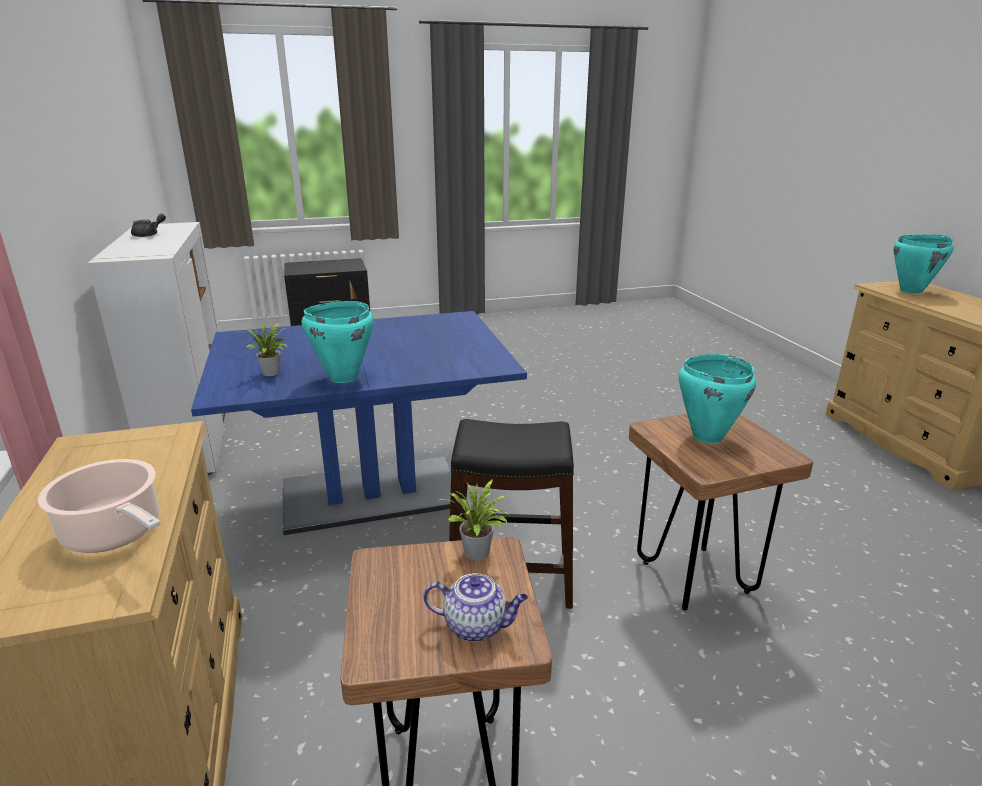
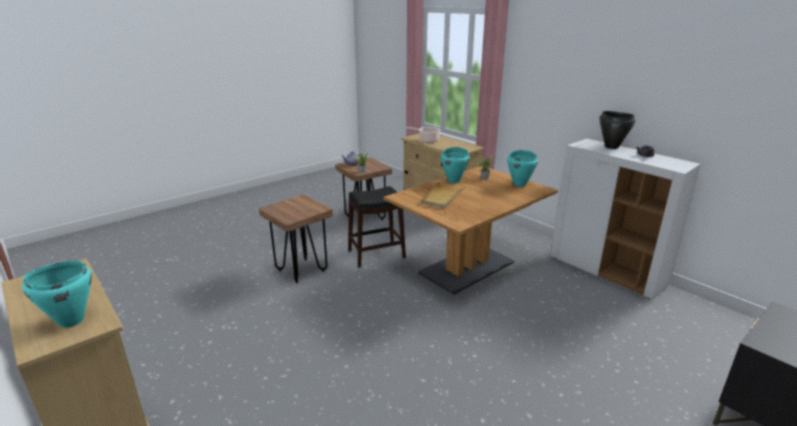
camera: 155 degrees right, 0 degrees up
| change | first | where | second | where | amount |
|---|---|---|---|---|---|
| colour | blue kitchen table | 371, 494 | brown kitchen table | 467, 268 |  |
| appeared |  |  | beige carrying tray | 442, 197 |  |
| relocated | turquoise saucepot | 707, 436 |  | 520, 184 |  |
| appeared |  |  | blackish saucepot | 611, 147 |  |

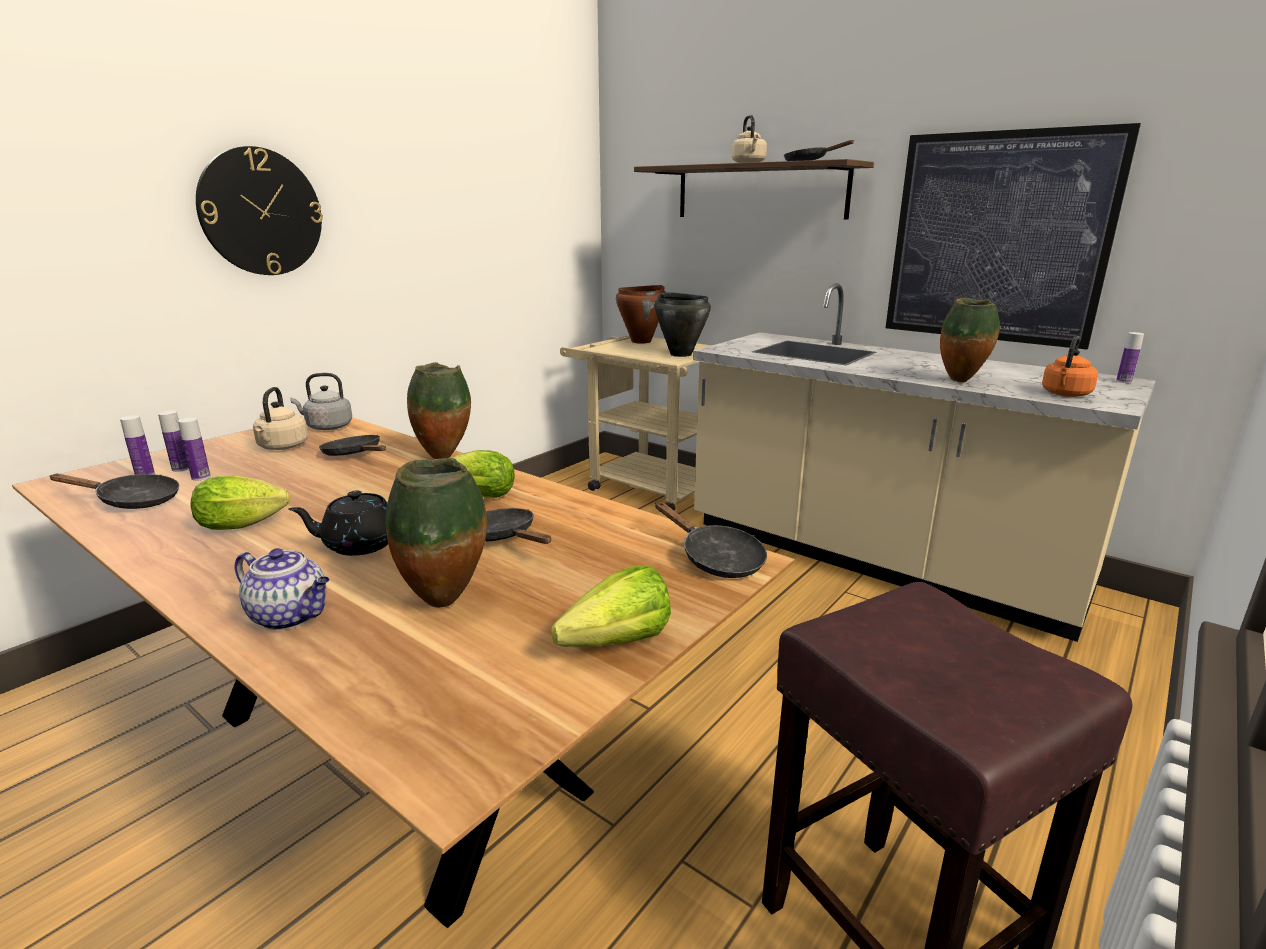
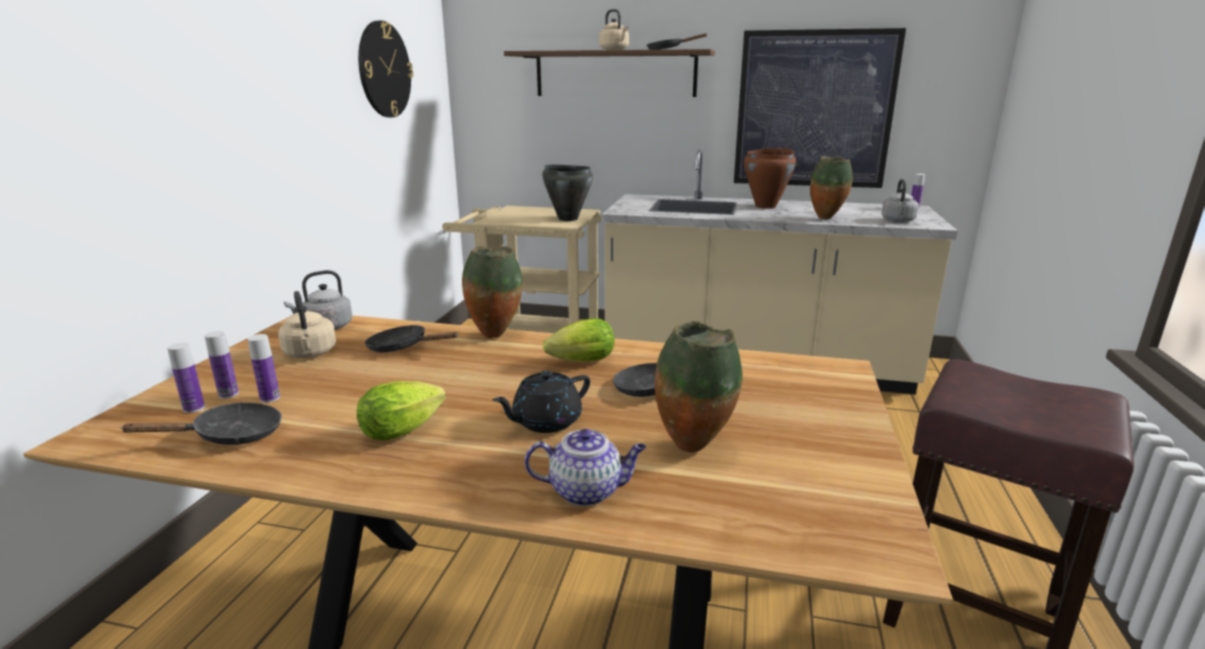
camera: 25 degrees left, 0 degrees up
| change | first | where | second | where | amount |
|---|---|---|---|---|---|
| relocated | hanging clock | 261, 212 |  | 384, 70 |  |
| relocated | brown saucepot | 641, 341 |  | 766, 206 |  |
| colour | orangey water kettle | 1065, 394 | gray water kettle | 898, 221 |  |
| missing | lettuce | 607, 646 |  |  |  |
| missing | blackish skillet | 716, 559 |  |  |  |

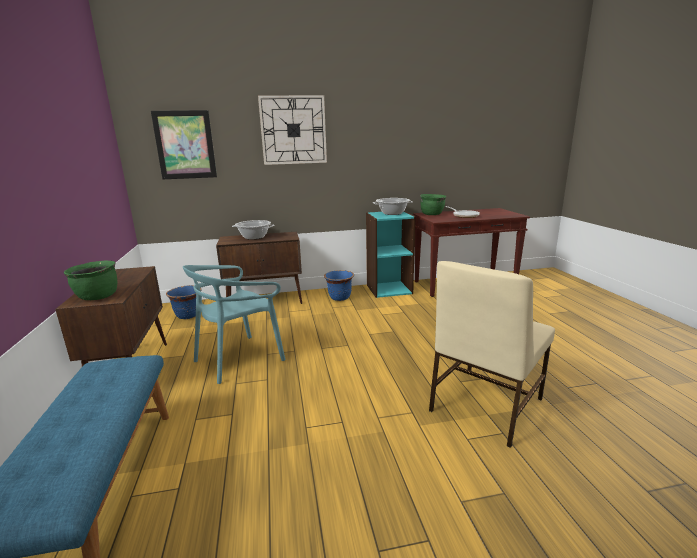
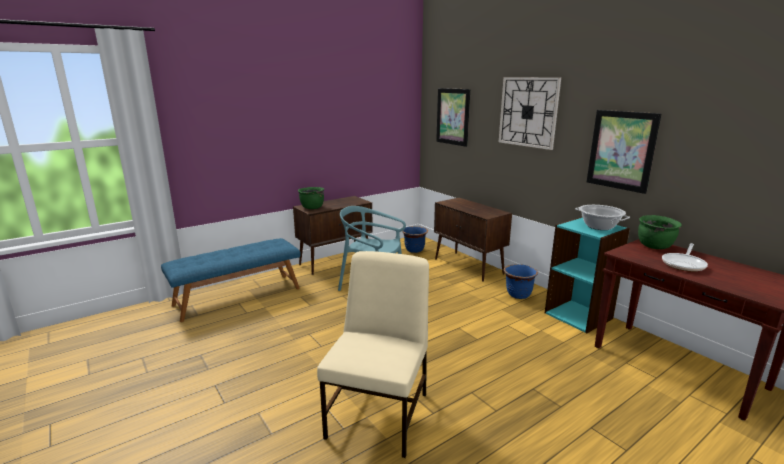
camera: 65 degrees right, 0 degrees up
| change | first | where | second | where | amount |
|---|---|---|---|---|---|
| spun | beige plain chair | 484, 405 |  | 379, 413 | 90 degrees clockwise |
| appeared |  |  | wall art | 621, 150 |  |
| missing | saucepot | 254, 237 |  |  |  |

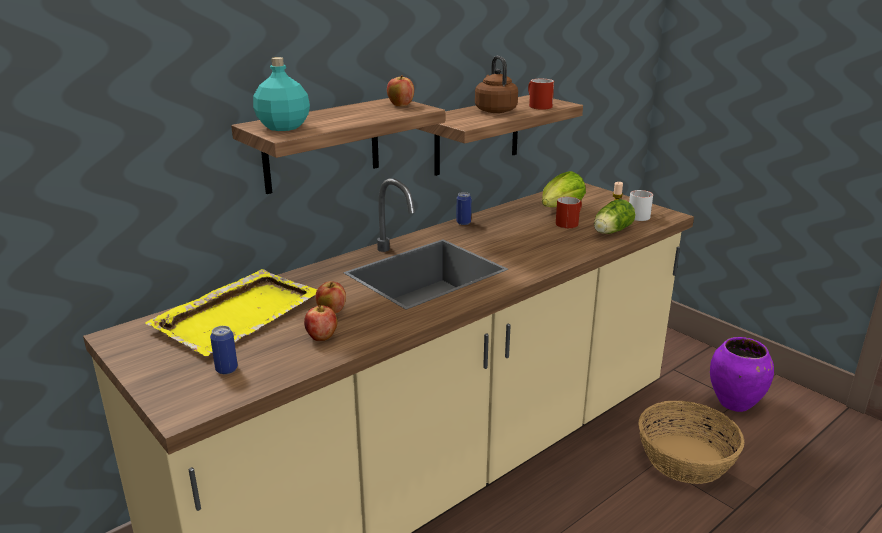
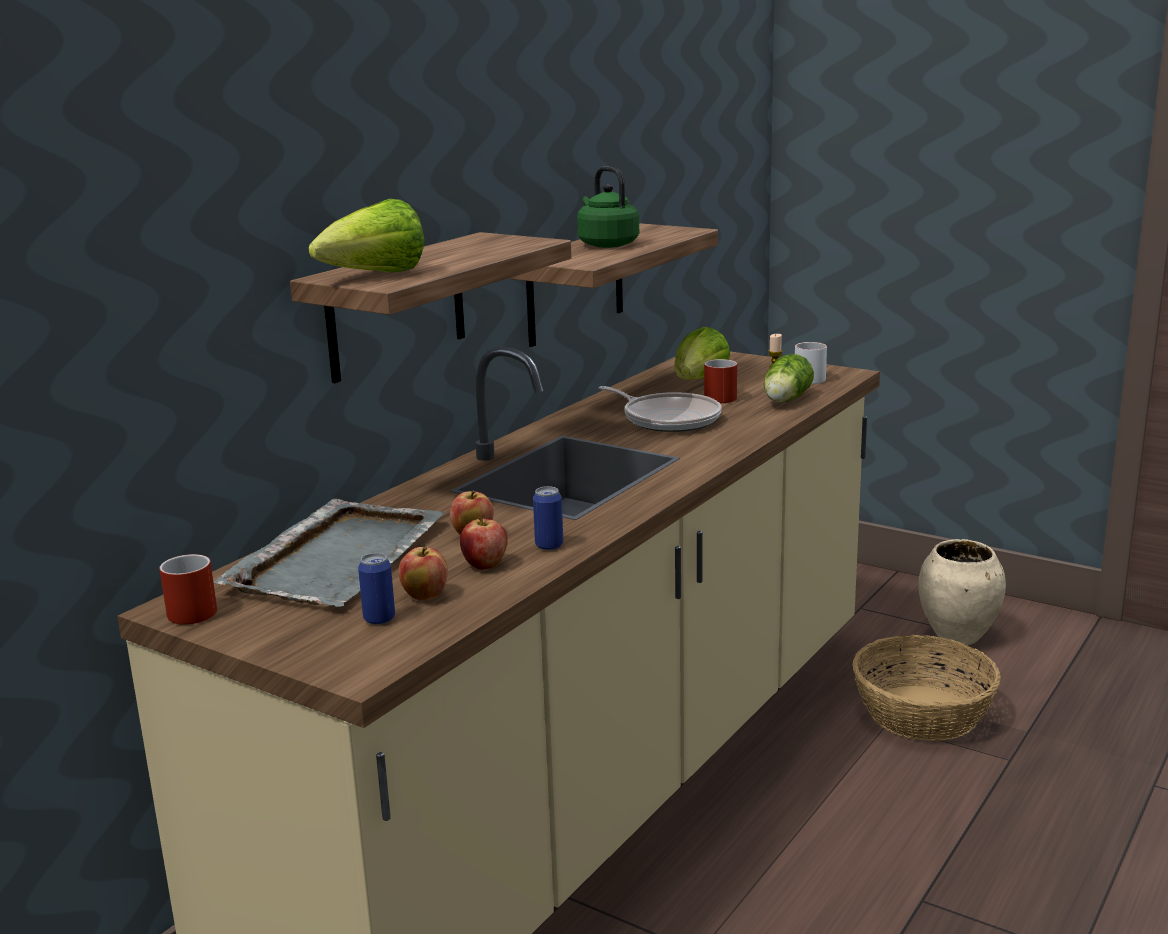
camera: 15 degrees left, 5 degrees down
| change | first | where | second | where | amount |
|---|---|---|---|---|---|
| relocated | red-coloured tea mug | 537, 106 |  | 185, 611 |  |
| colour | yellow-coloured carrying tray | 239, 314 | gray carrying tray | 339, 557 |  |
| exchanged | turquoise beverage bottle | 284, 127 | lettuce | 375, 276 |  |
| relocated | whole apple | 400, 105 |  | 425, 596 |  |
| relocated | metal can | 463, 222 |  | 549, 545 |  |
| colour | brown water kettle | 495, 110 | green-coloured water kettle | 606, 244 |  |
| appeared |  |  | skillet | 668, 419 |  |
| colour | purple vase | 735, 403 | beige vase | 958, 636 |  |

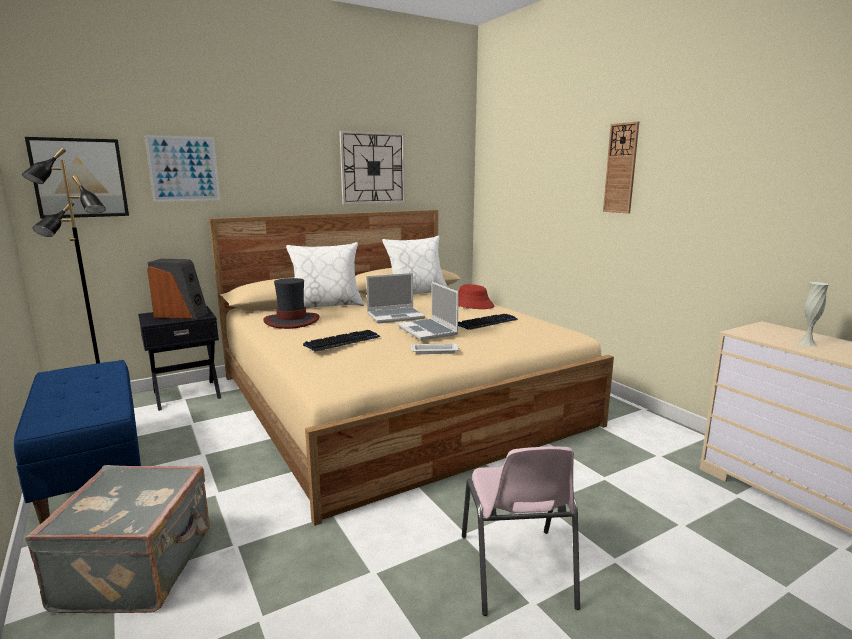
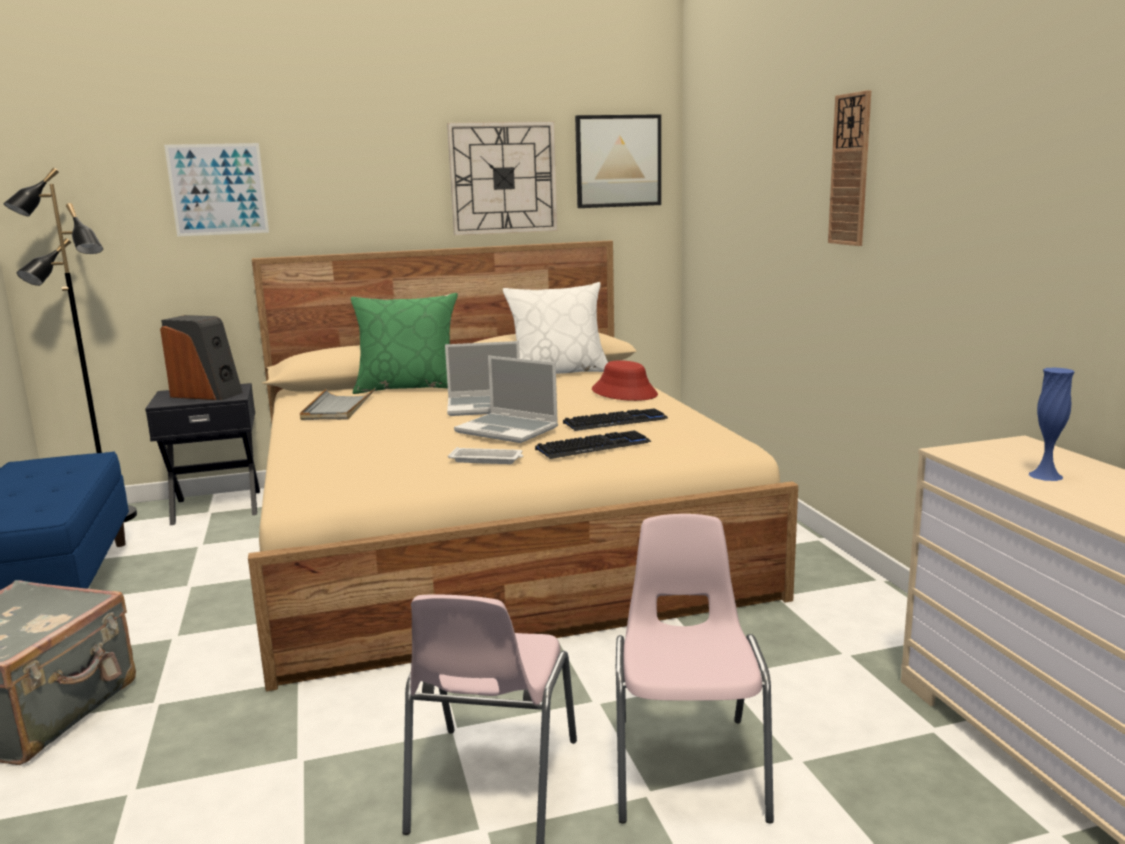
camera: 15 degrees right, 0 degrees up
| change | first | where | second | where | amount |
|---|---|---|---|---|---|
| exchanged | clothing hat | 292, 321 | gray carrying tray | 338, 408 |  |
| colour | white-coloured throw pillow | 327, 305 | green-coloured throw pillow | 409, 388 |  |
| spun | portable computer | 428, 331 |  | 508, 430 | 45 degrees counterclockwise |
| relocated | keyboard | 342, 342 |  | 593, 447 |  |
| relocated | wall art | 79, 178 |  | 618, 161 |  |
| appeared |  |  | pink-coloured plain chair | 688, 766 |  |
| colour | white-coloured vase | 806, 344 | blue vase | 1045, 475 |  |

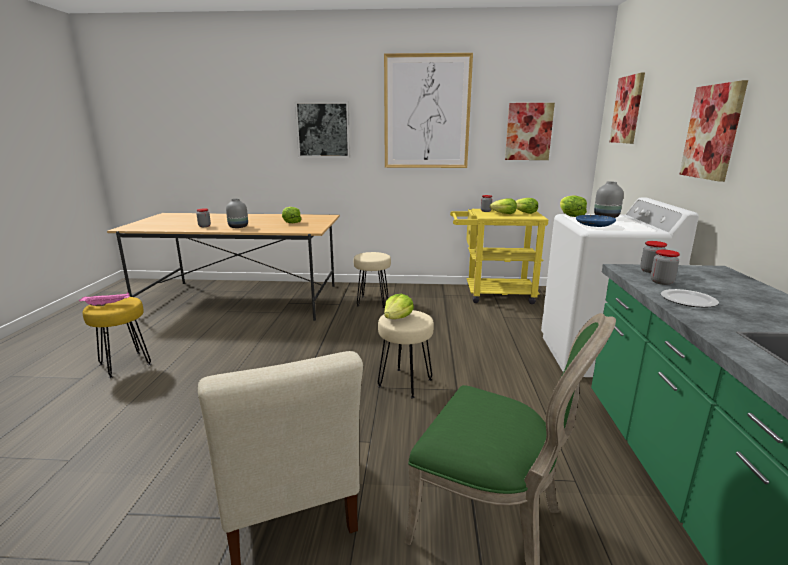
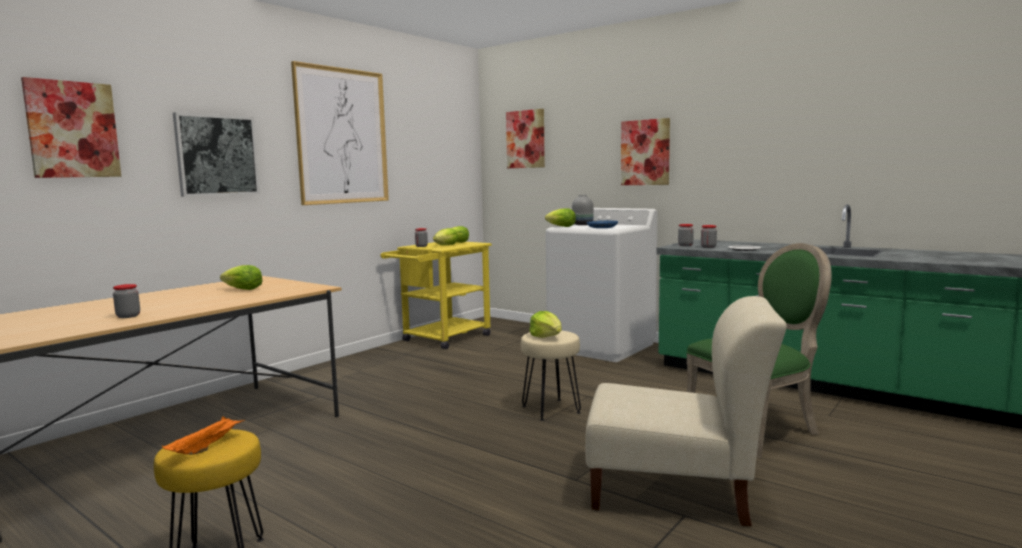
camera: 55 degrees left, 10 degrees down
| change | first | where | second | where | amount |
|---|---|---|---|---|---|
| relocated | wall art | 528, 132 |  | 73, 129 |  |
| colour | pink-coloured carrying tray | 107, 304 | orangey carrying tray | 206, 447 |  |
| missing | gray vase | 239, 227 |  |  |  |
| missing | beige stool | 373, 302 |  |  |  |

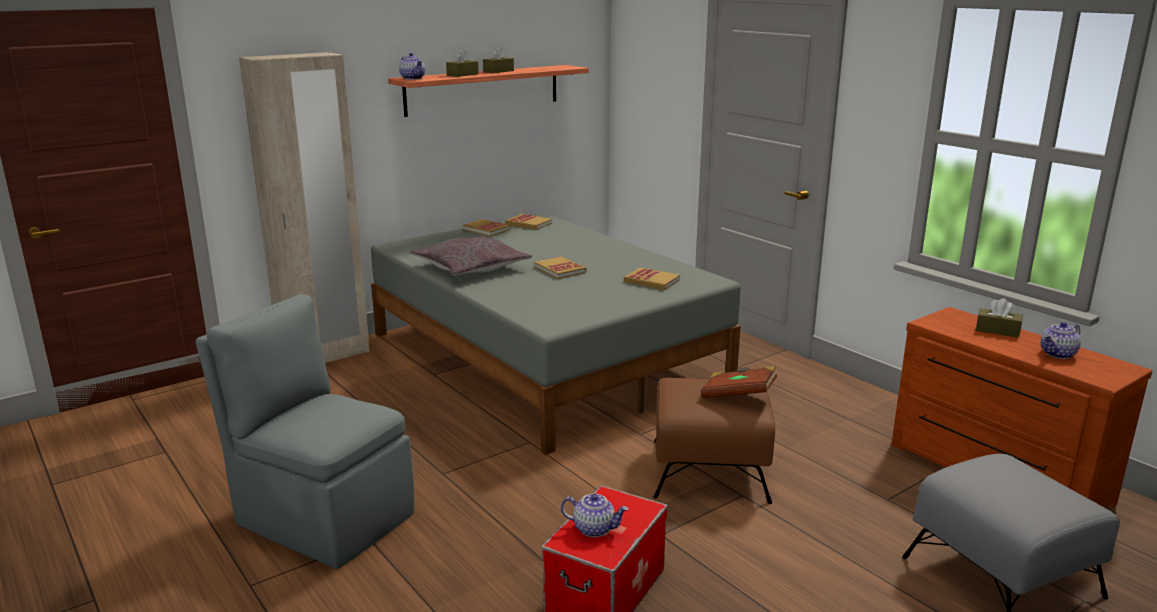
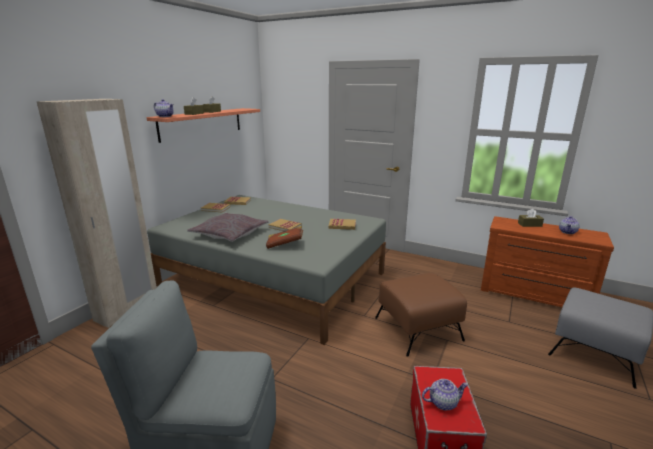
camera: 25 degrees left, 0 degrees up
| change | first | where | second | where | amount |
|---|---|---|---|---|---|
| relocated | brown volume | 738, 395 |  | 285, 244 |  |

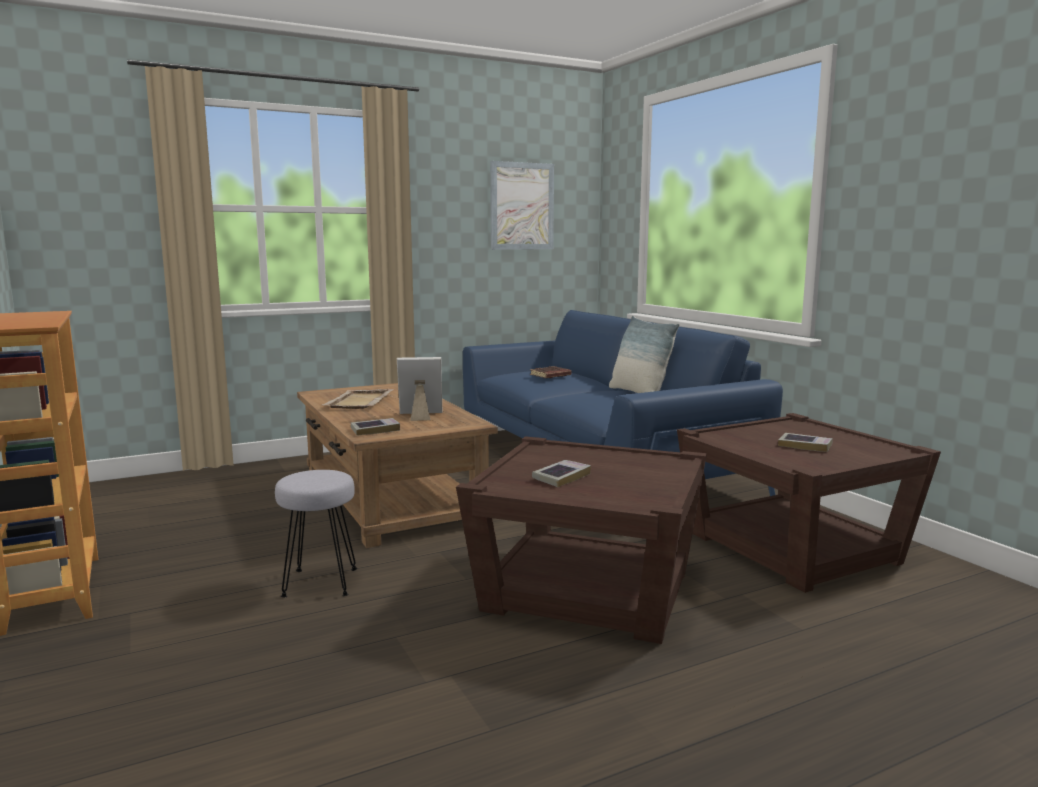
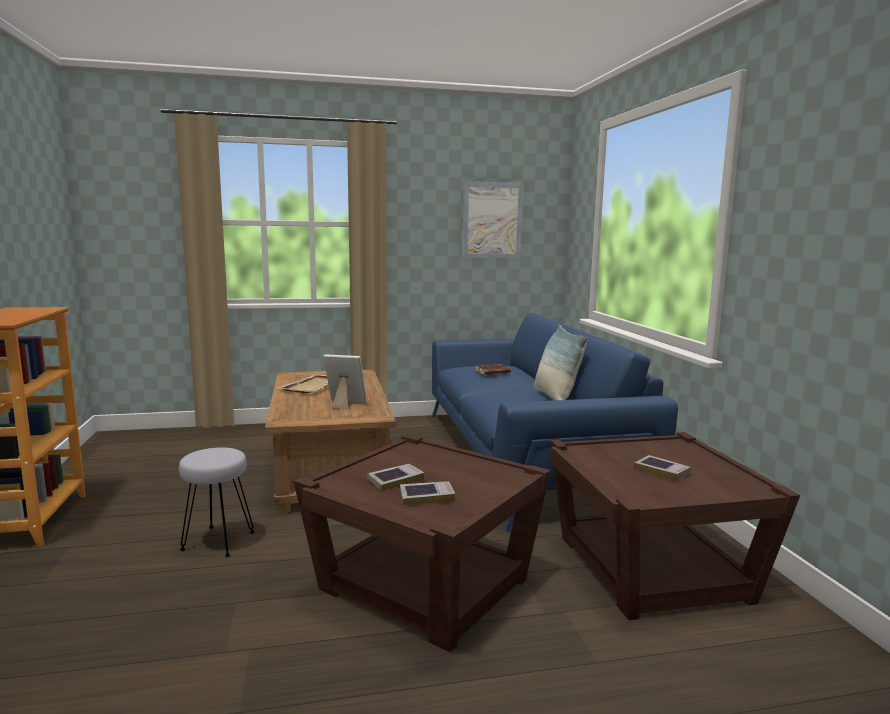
camera: 15 degrees right, 0 degrees up
| change | first | where | second | where | amount |
|---|---|---|---|---|---|
| relocated | volume | 375, 430 |  | 426, 497 |  |

